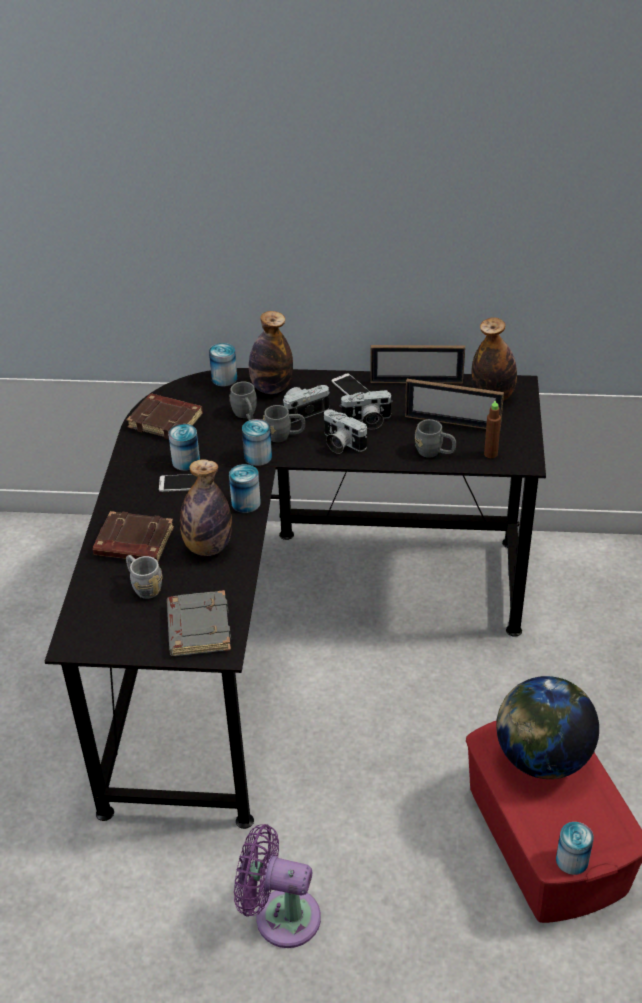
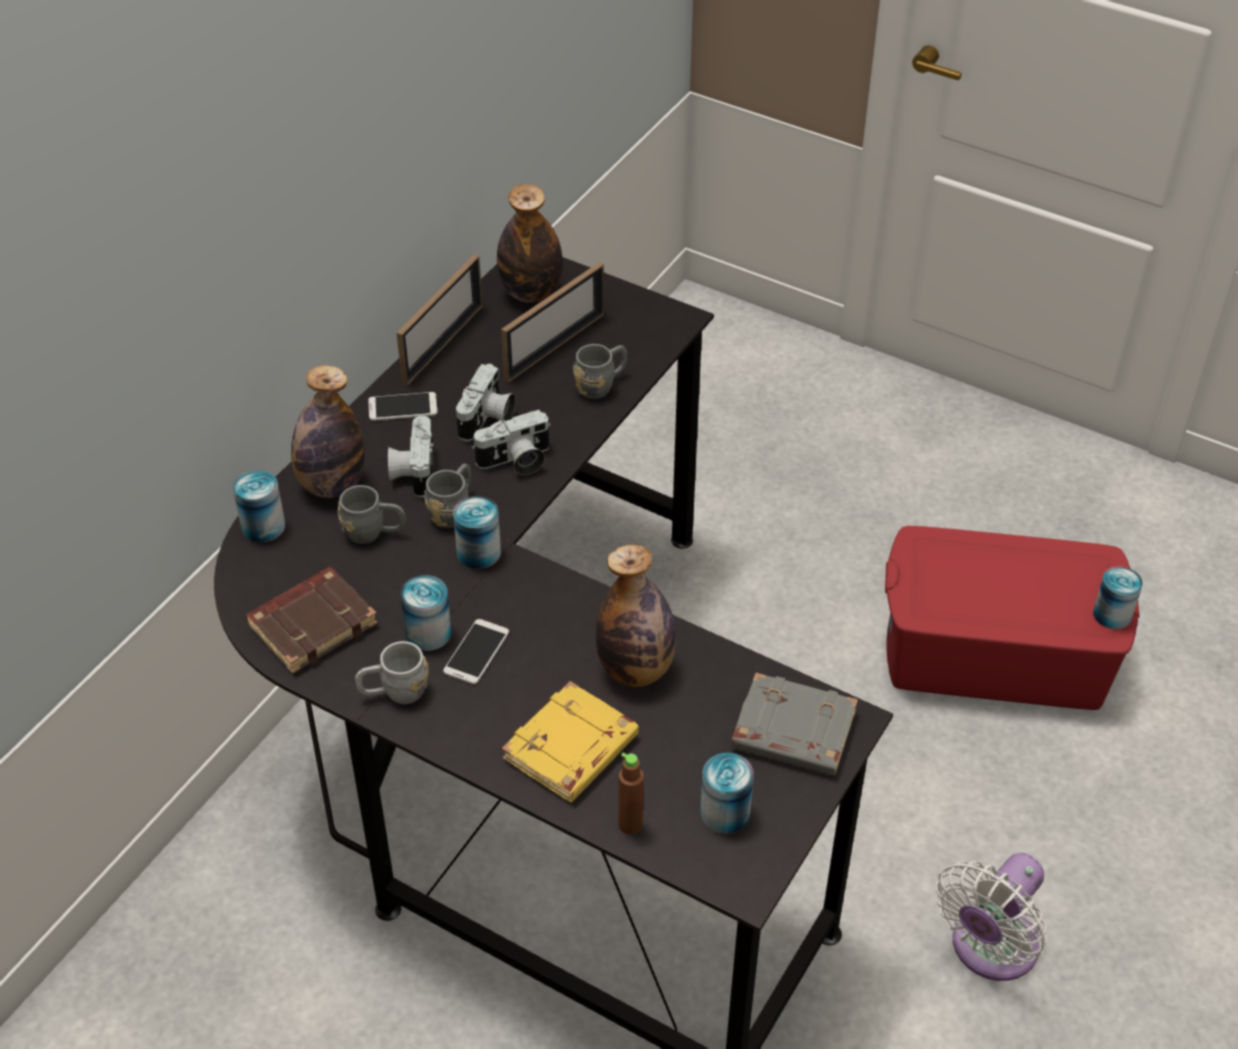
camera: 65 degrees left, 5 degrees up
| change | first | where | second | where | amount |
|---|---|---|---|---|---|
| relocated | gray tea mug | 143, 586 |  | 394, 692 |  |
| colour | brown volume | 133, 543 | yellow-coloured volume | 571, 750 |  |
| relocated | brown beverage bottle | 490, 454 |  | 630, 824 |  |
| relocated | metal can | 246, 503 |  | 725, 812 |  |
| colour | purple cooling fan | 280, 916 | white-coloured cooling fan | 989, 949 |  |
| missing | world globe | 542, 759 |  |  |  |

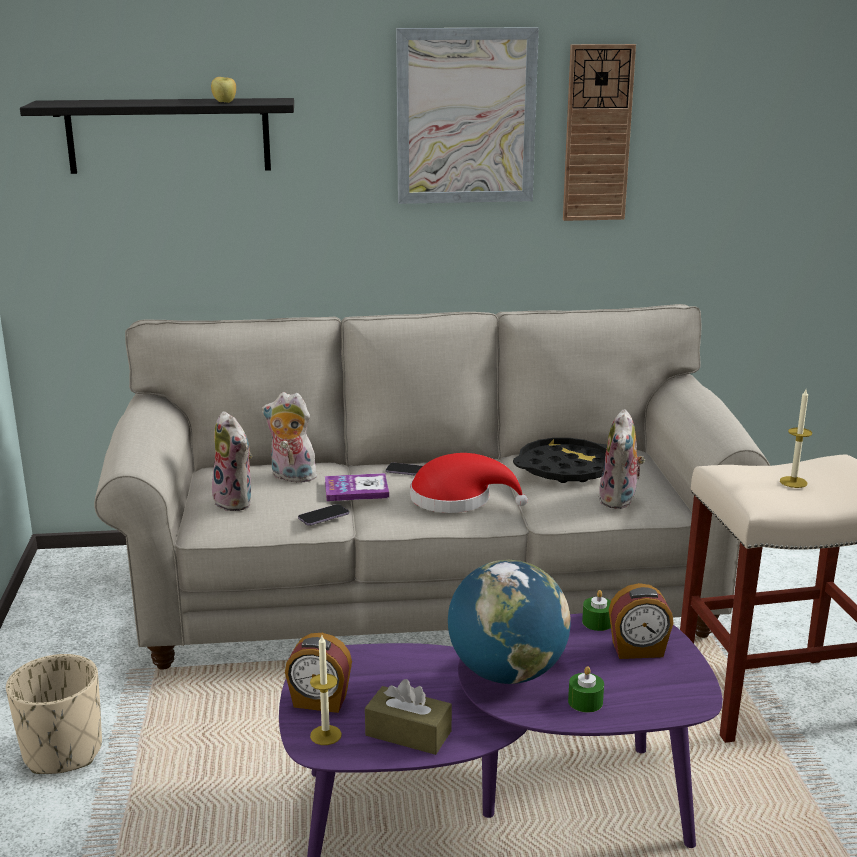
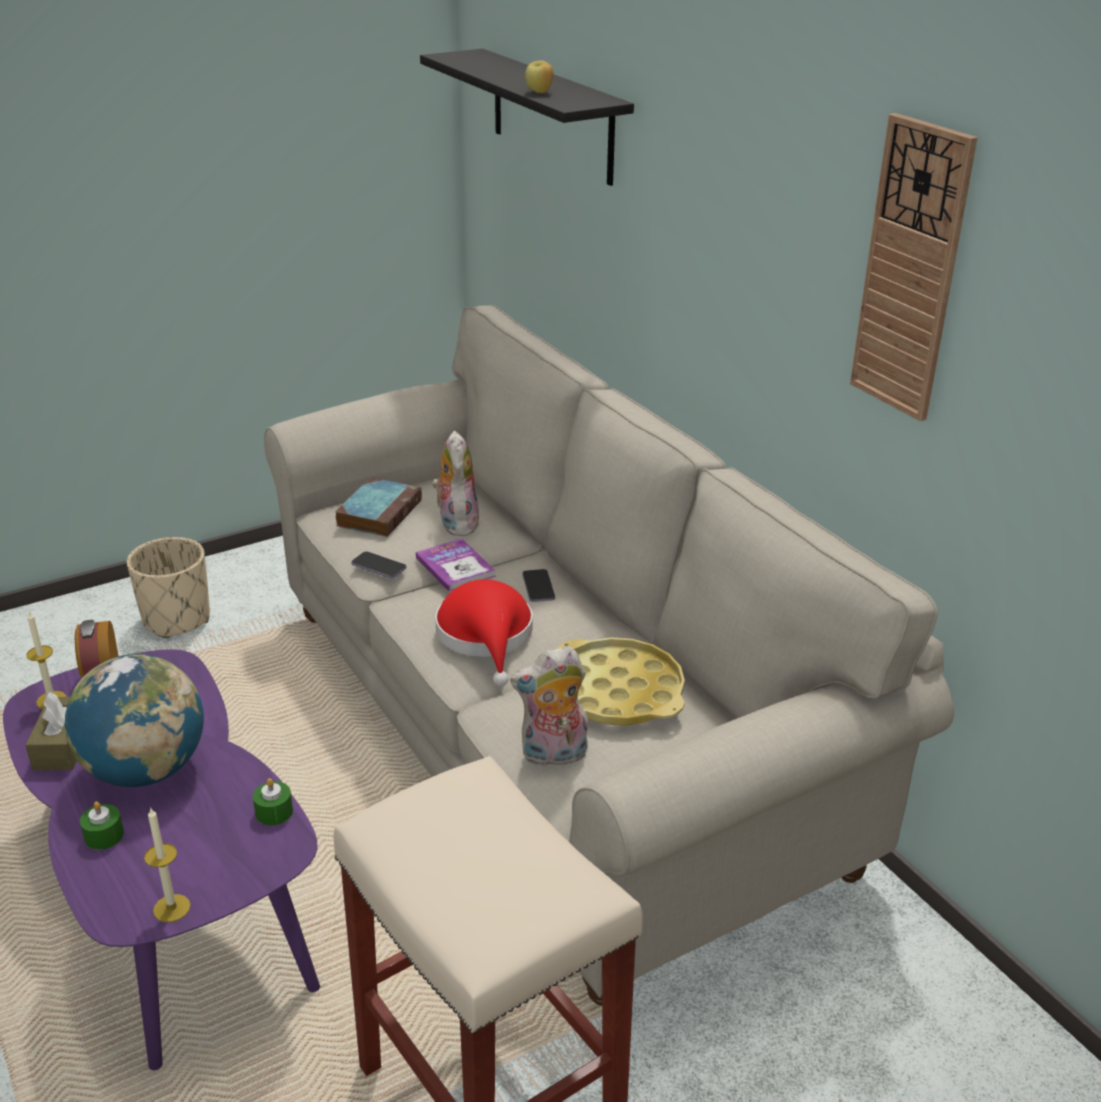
camera: 65 degrees right, 10 degrees up
| change | first | where | second | where | amount |
|---|---|---|---|---|---|
| relocated | wax candle | 793, 482 |  | 171, 908 |  |
| exchanged | plush toy | 236, 502 | volume | 379, 512 |  |
| colour | blackish carrying tray | 565, 468 | yellow-coloured carrying tray | 617, 692 |  |
| missing | wall art | 466, 117 |  |  |  |
| missing | bedside clock | 638, 650 |  |  |  |

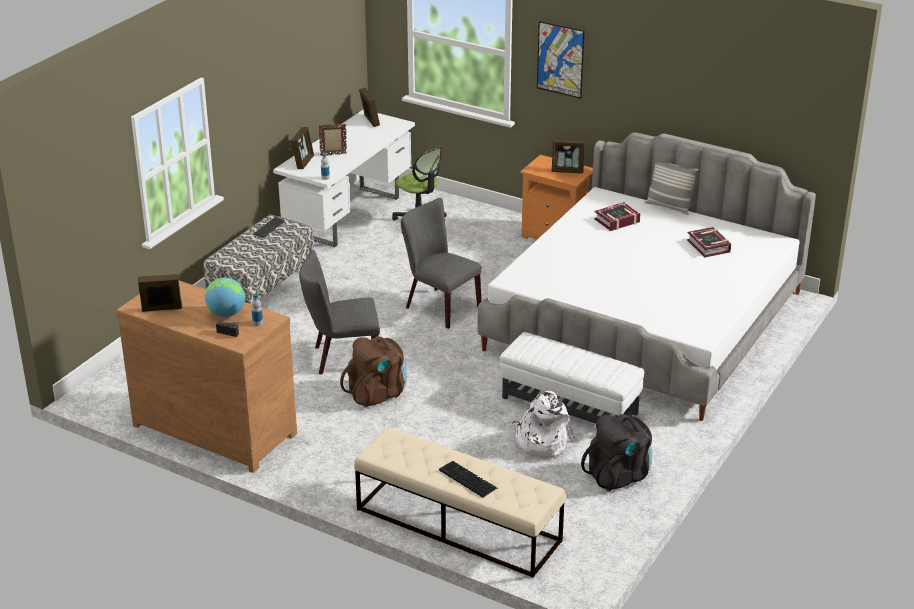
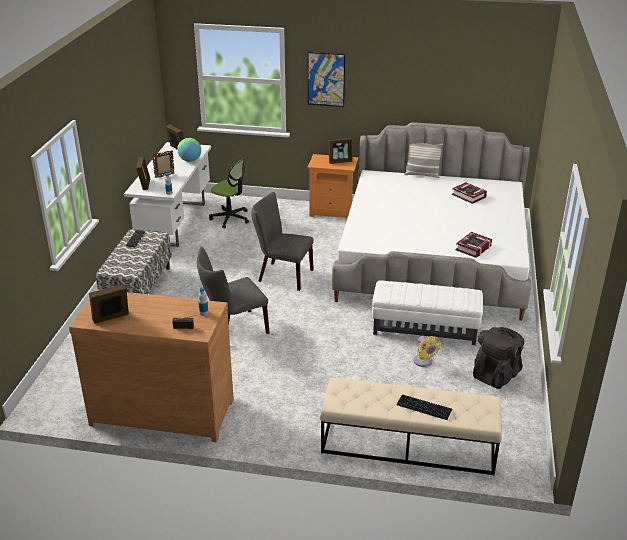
camera: 20 degrees left, 0 degrees up
| change | first | where | second | where | amount |
|---|---|---|---|---|---|
| relocated | world globe | 226, 314 |  | 190, 160 |  |
| exchanged | white-coloured rucksack | 541, 442 | yellow-coloured cooling fan | 424, 362 |  |
| relocated | volume | 617, 221 |  | 473, 248 |  |
| missing | brown rucksack | 377, 393 |  |  |  |

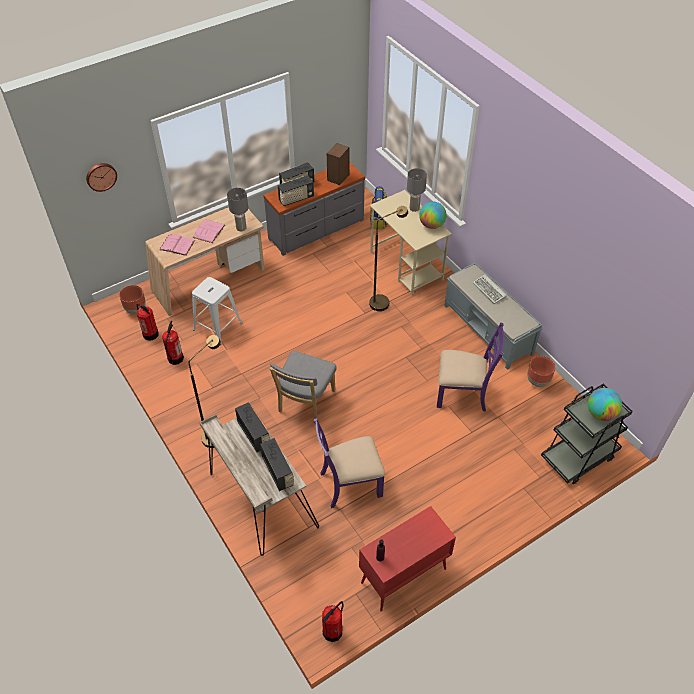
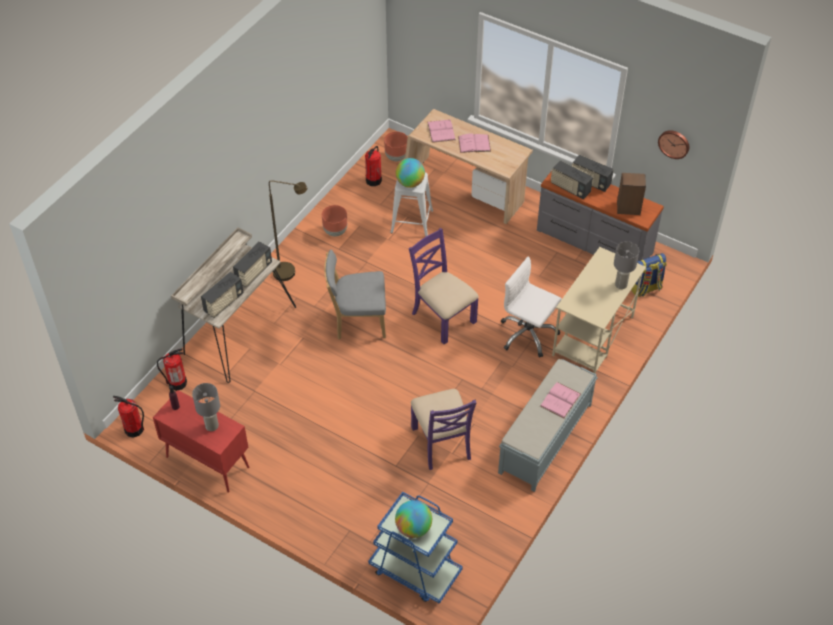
camera: 65 degrees right, 0 degrees up
| change | first | where | second | where | amount |
|---|---|---|---|---|---|
| relocated | fire extinguisher | 175, 358 |  | 177, 383 |  |
| relocated | gray lamp for a table | 241, 228 |  | 212, 426 |  |
| relocated | brown flower pot | 538, 381 |  | 335, 232 |  |
| colour | blackish cart | 578, 456 | blue cart | 415, 570 |  |
| relocated | world globe | 431, 225 |  | 410, 183 |  |
| relocated | purple plain chair | 350, 484 |  | 443, 317 |  |
| exchanged | brown standard lamp | 383, 301 | white-coloured desk chair | 528, 334 |  |
| exchanged | keyboard | 490, 290 | pink-coloured volume | 560, 400 |  |
| relocated | hanging clock | 101, 176 |  | 674, 143 |  |

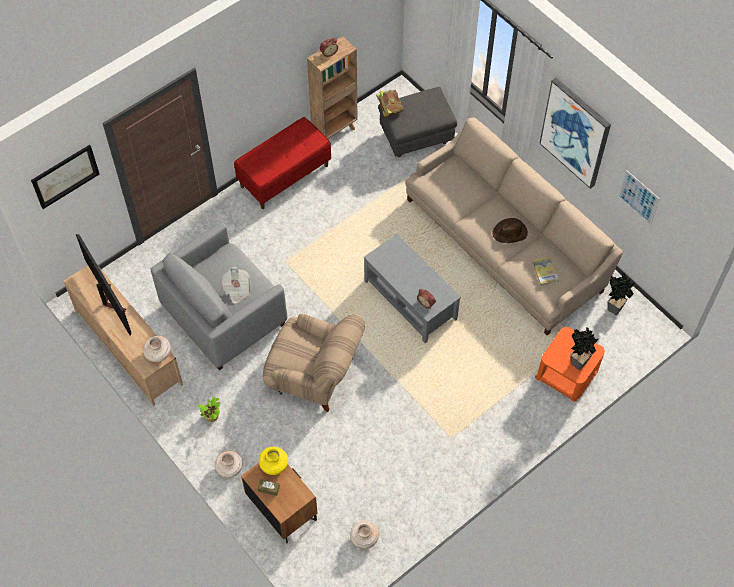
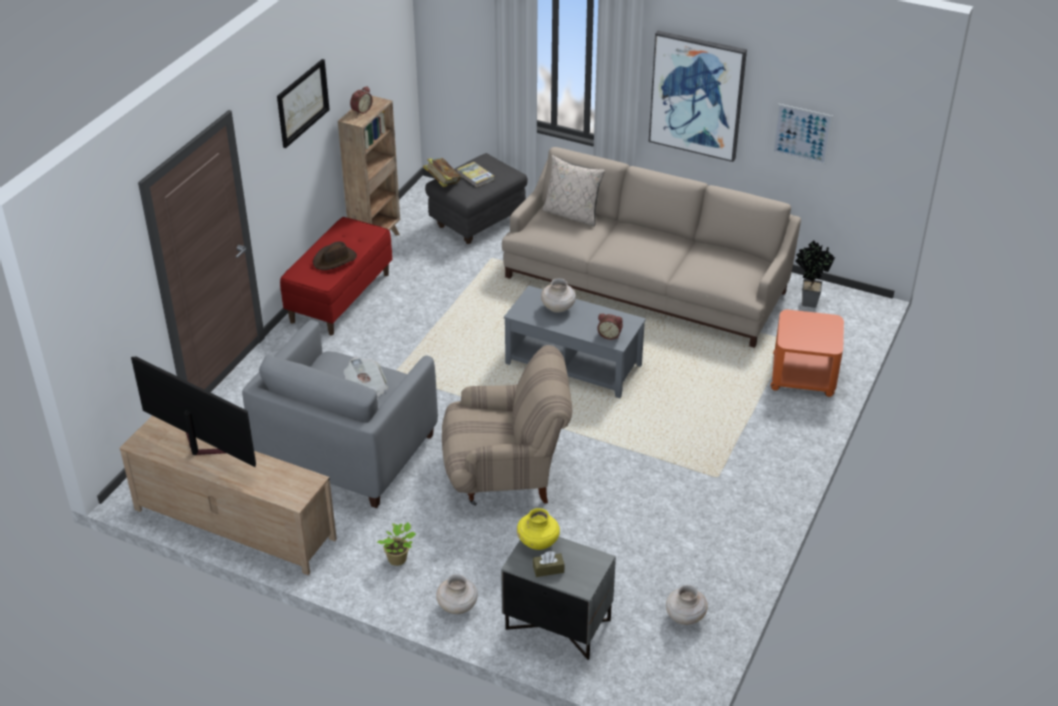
camera: 25 degrees left, 20 degrees down
| change | first | where | second | where | amount |
|---|---|---|---|---|---|
| relocated | wall art | 65, 176 |  | 302, 102 |  |
| relocated | brown clothing hat | 510, 233 |  | 335, 260 |  |
| relocated | volume | 545, 272 |  | 475, 176 |  |
| colour | brown bedside table | 282, 509 | gray bedside table | 557, 625 |  |
| relocated | beige vase | 158, 354 |  | 558, 308 |  |
| appeared |  |  | beige throw pillow | 572, 214 |  |
| missing | houseplant | 577, 361 |  |  |  |

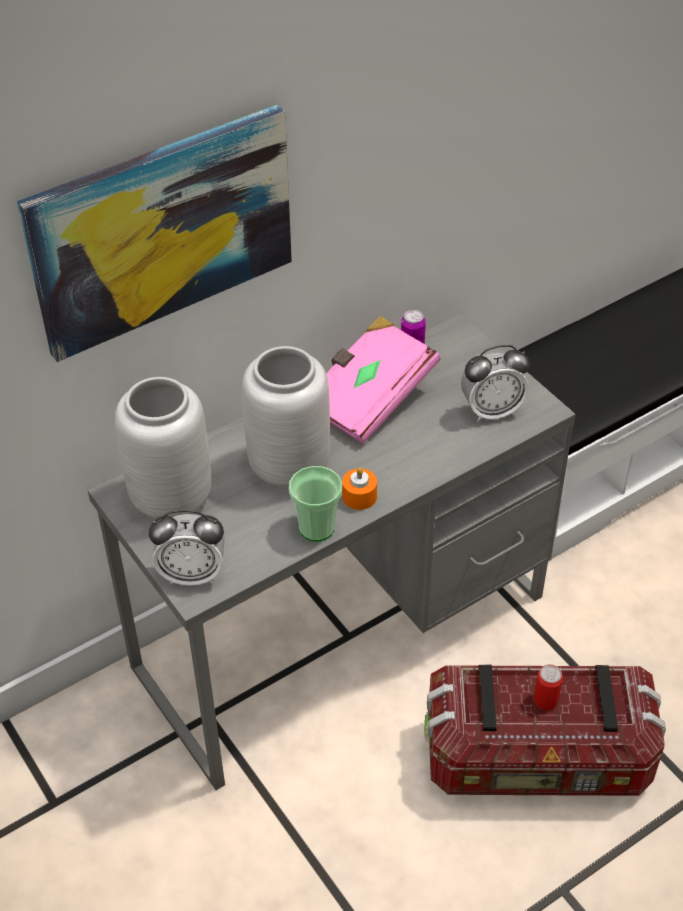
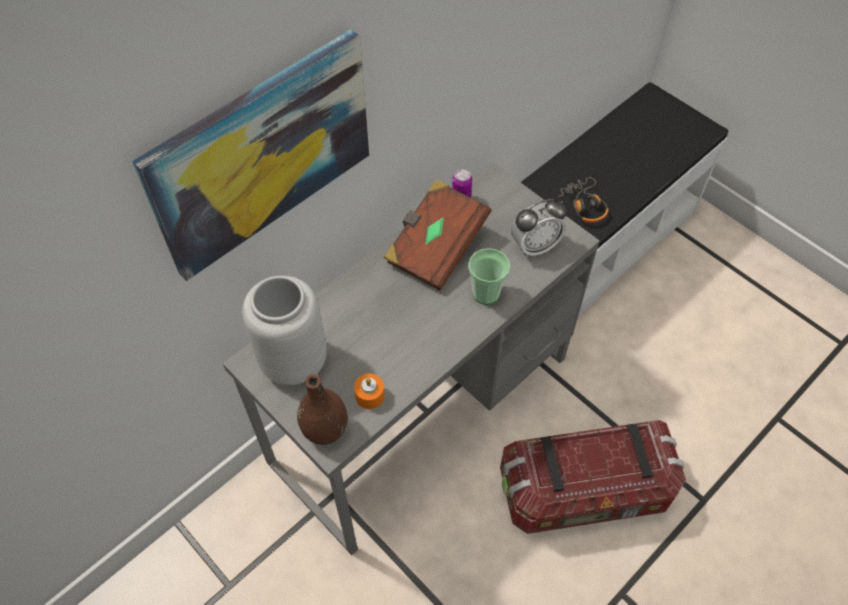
camera: 10 degrees left, 10 degrees up
| change | first | where | second | where | amount |
|---|---|---|---|---|---|
| exchanged | bedside clock | 192, 574 | brown vase | 325, 430 |  |
| relocated | orangey wax candle | 359, 496 |  | 370, 395 |  |
| colour | pink-coloured volume | 369, 398 | brown volume | 435, 247 |  |
| relocated | cup | 316, 528 |  | 486, 293 |  |
| appeared |  |  | headset | 584, 205 |  |
| missing | gray vase | 291, 467 |  |  |  |
| missing | metal can | 545, 700 |  |  |  |

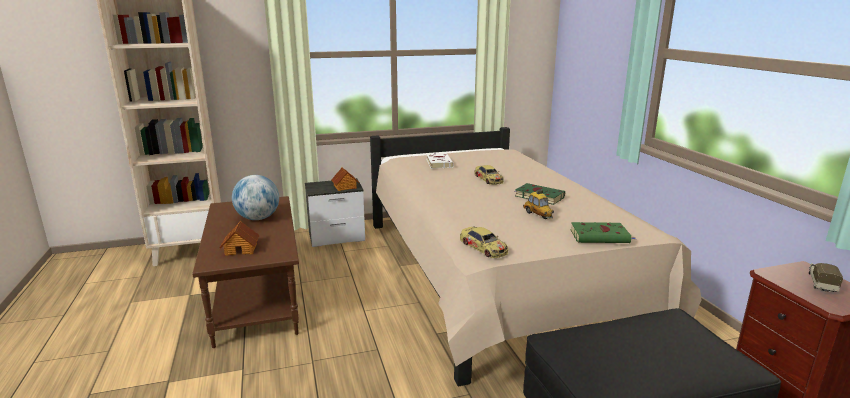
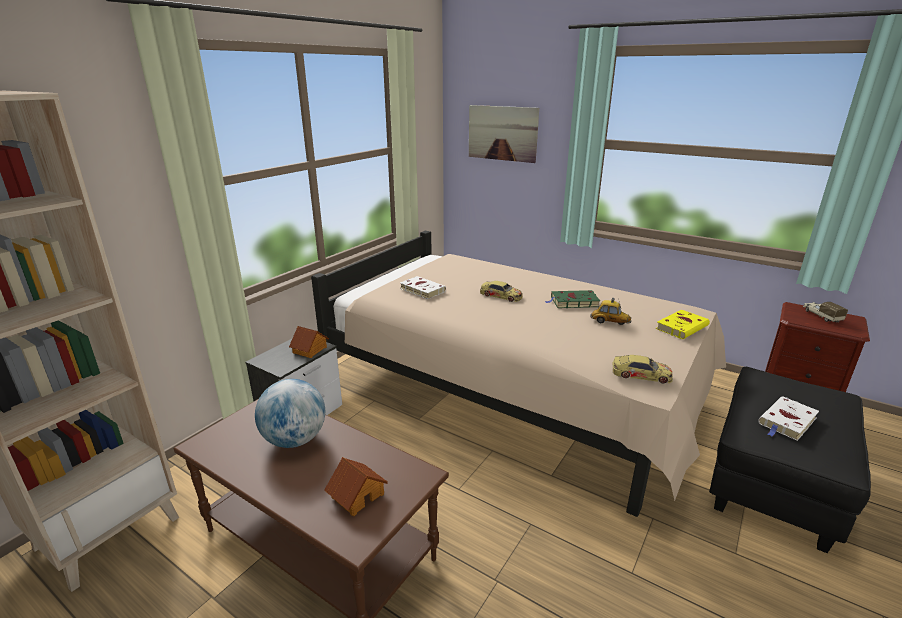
camera: 40 degrees left, 5 degrees up
| change | first | where | second | where | amount |
|---|---|---|---|---|---|
| appeared |  |  | wall art | 502, 133 |  |
| colour | green-coloured volume | 601, 236 | yellow-coloured volume | 682, 327 |  |
| appeared |  |  | white-coloured volume | 787, 422 |  |

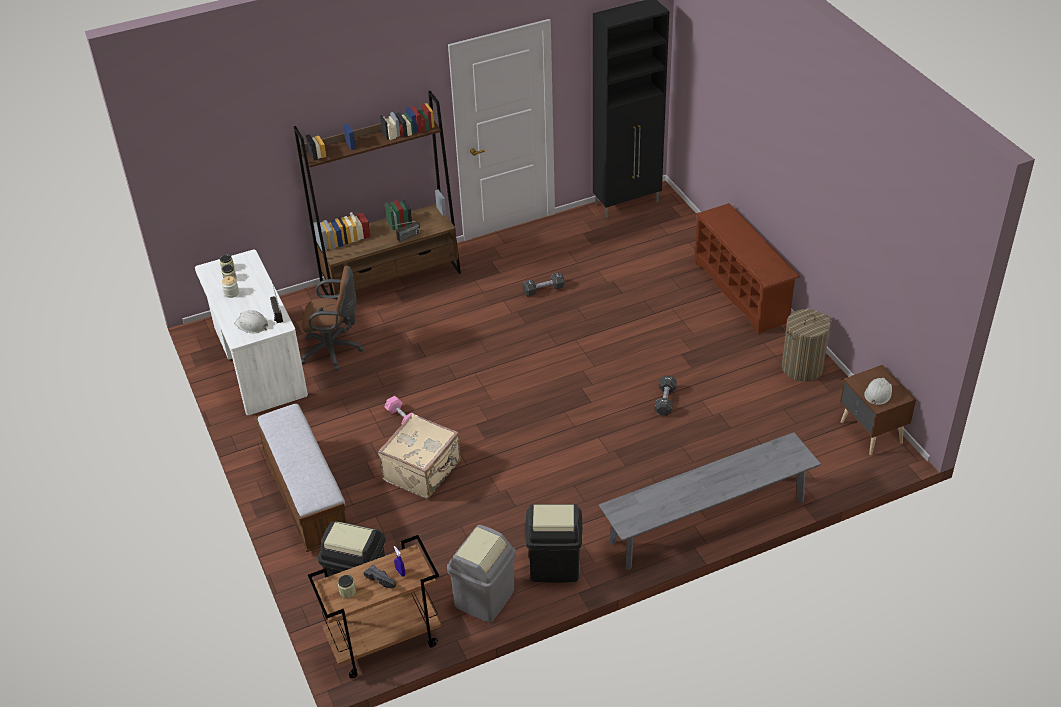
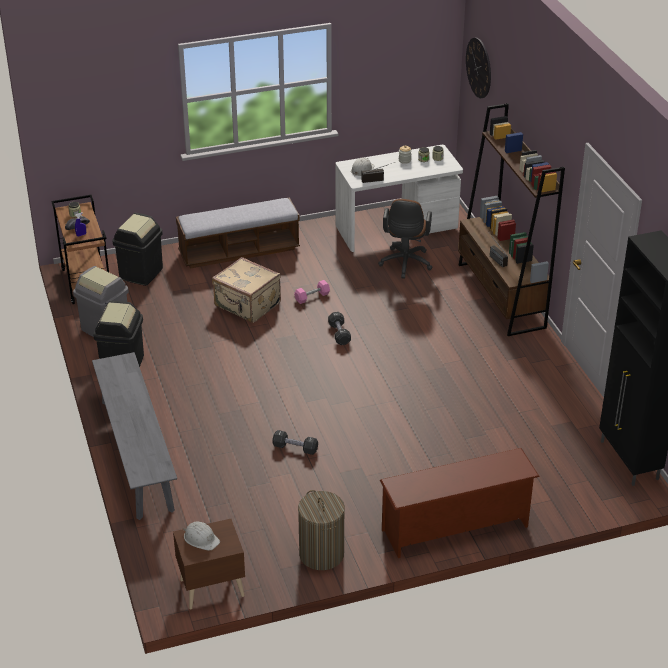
camera: 95 degrees right, 5 degrees down
| change | first | where | second | where | amount |
|---|---|---|---|---|---|
| relocated | blackish hand weight | 543, 290 |  | 339, 334 |  |
| appeared |  |  | hanging clock | 479, 67 |  |

